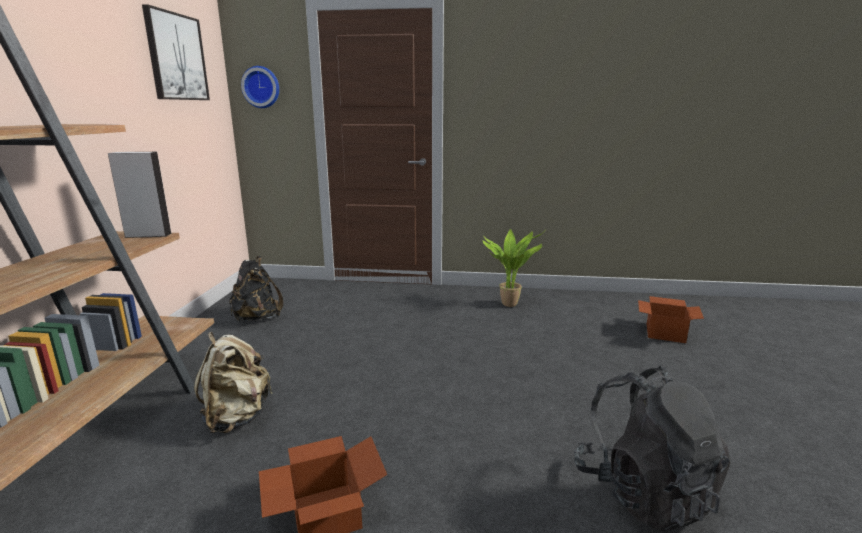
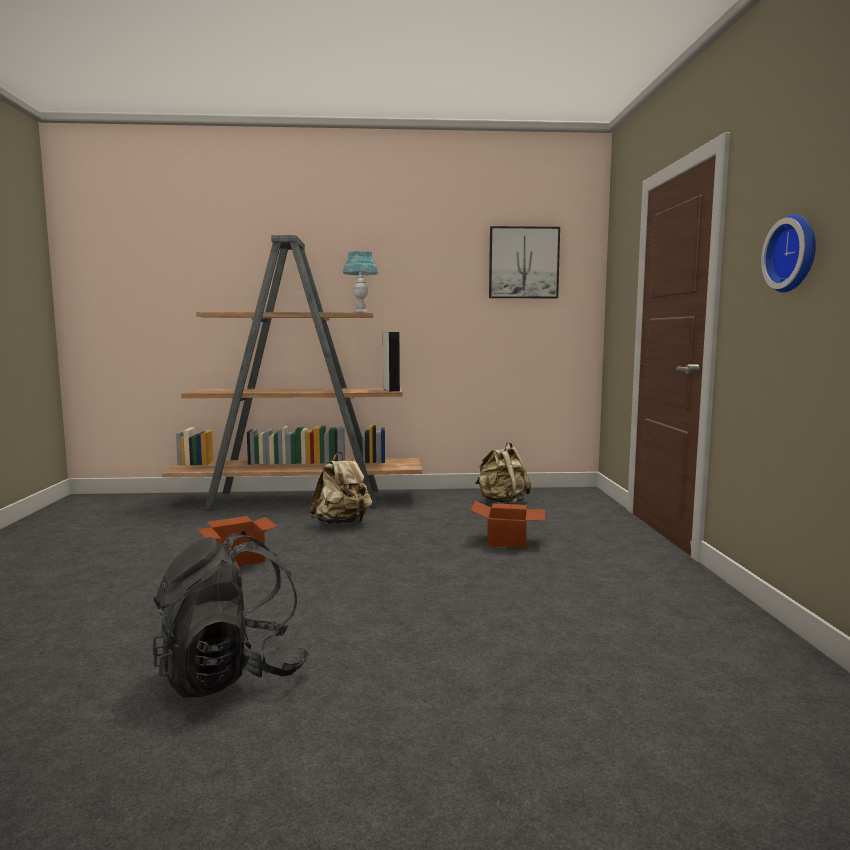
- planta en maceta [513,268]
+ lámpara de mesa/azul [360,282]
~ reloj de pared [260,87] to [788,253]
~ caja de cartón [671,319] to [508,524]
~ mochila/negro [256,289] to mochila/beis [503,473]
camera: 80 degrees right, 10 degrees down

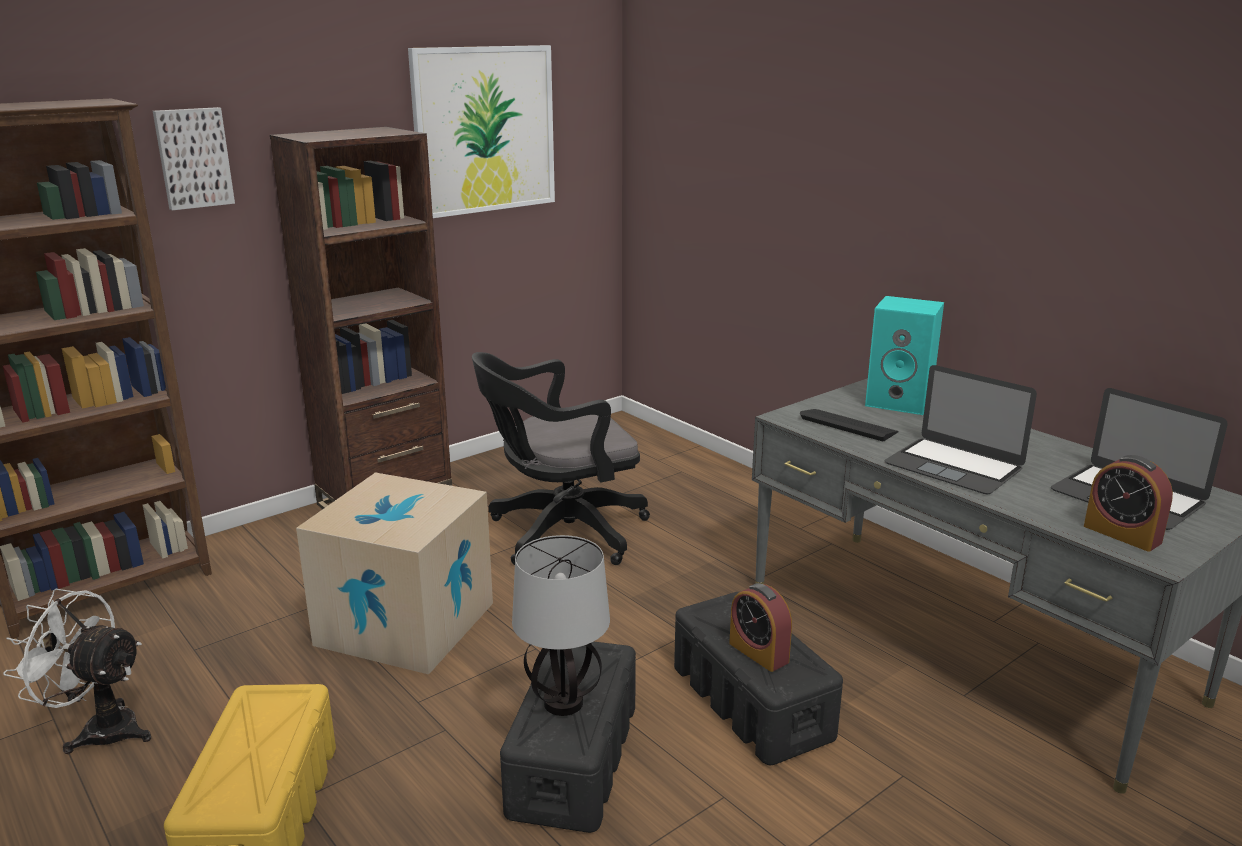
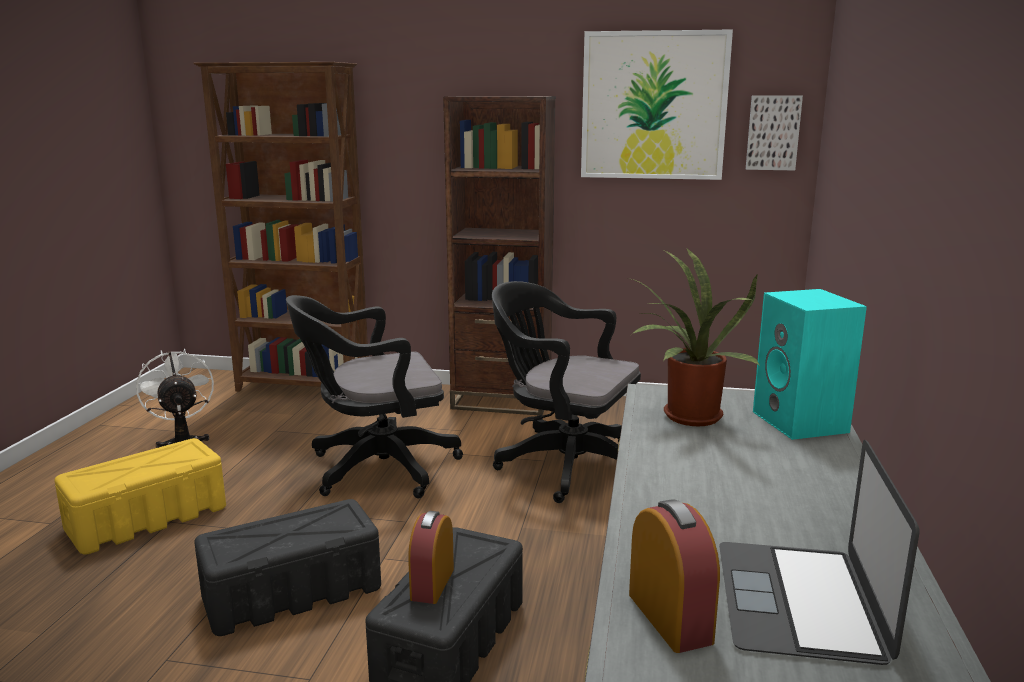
- lámpara de mesa [561,625]
- portátil [961,429]
~ cuadro [194,158] to [774,132]
~ caja de cartón [394,573] to silla de oficina/negro [374,396]
~ teclado [849,425] to planta en maceta [694,337]
~ despertador [1128,503] = [674,576] 150 degrees clockwise
camera: 50 degrees right, 5 degrees down

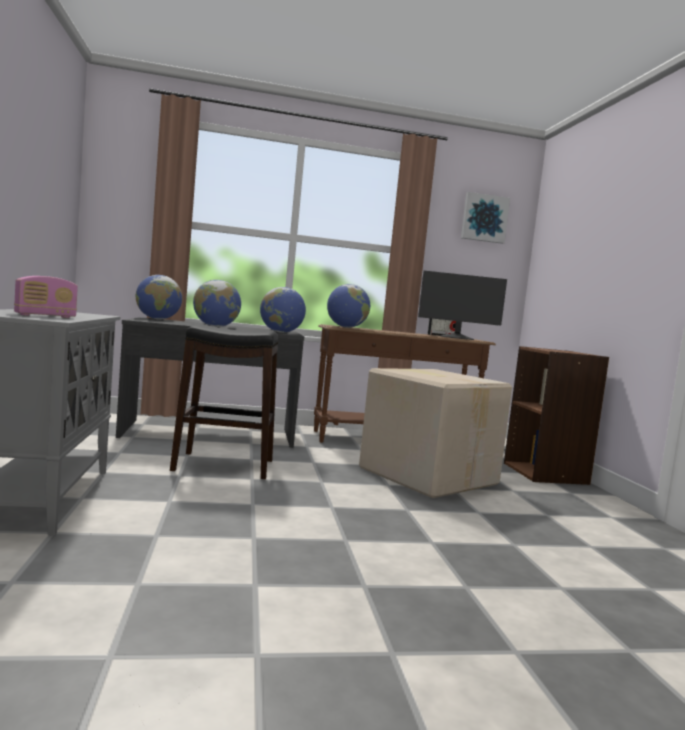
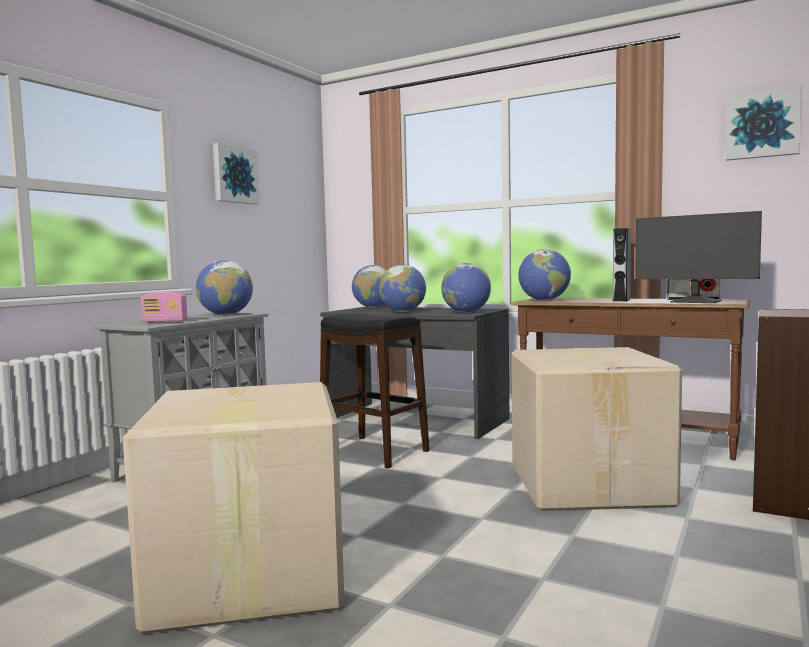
+ caja de cartón [234,508]
+ globo terráqueo [224,287]
+ cuadro [236,173]
+ altavoz/gris [622,264]
camera: 40 degrees right, 0 degrees up

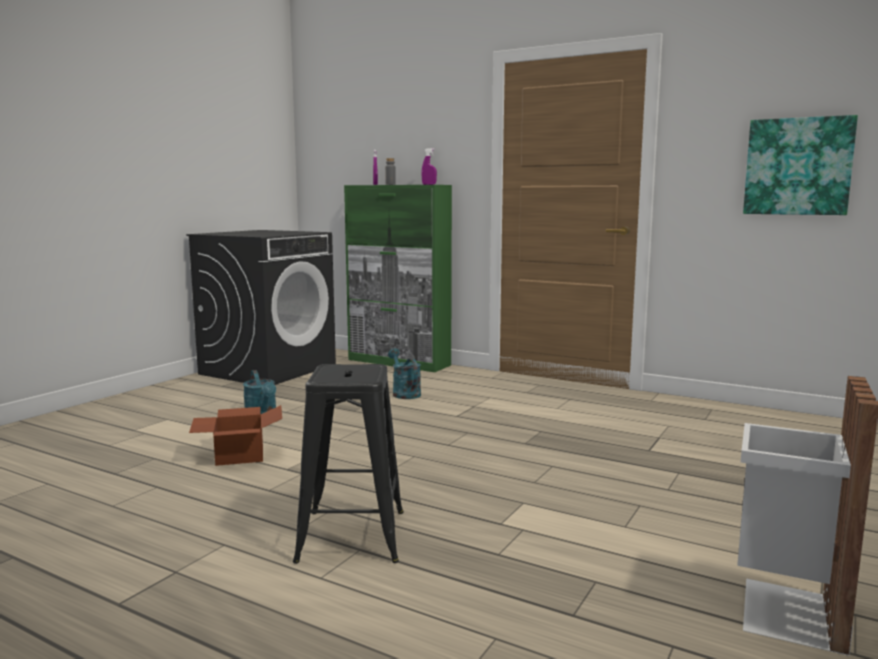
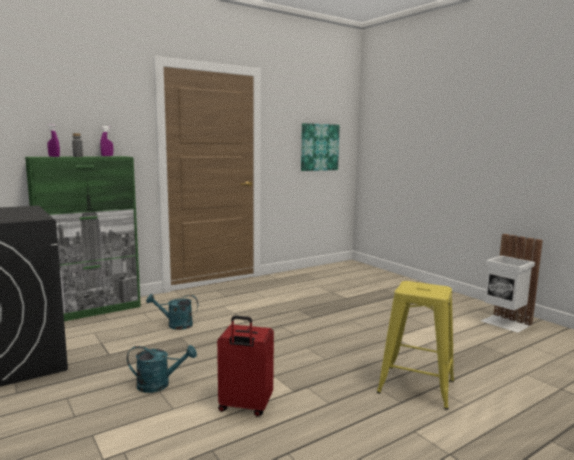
~ caja de cartón [235,435] to maleta/rojo [245,366]
~ taburete/negro [348,464] to taburete/amarillo [415,345]
camera: 65 degrees left, 0 degrees up

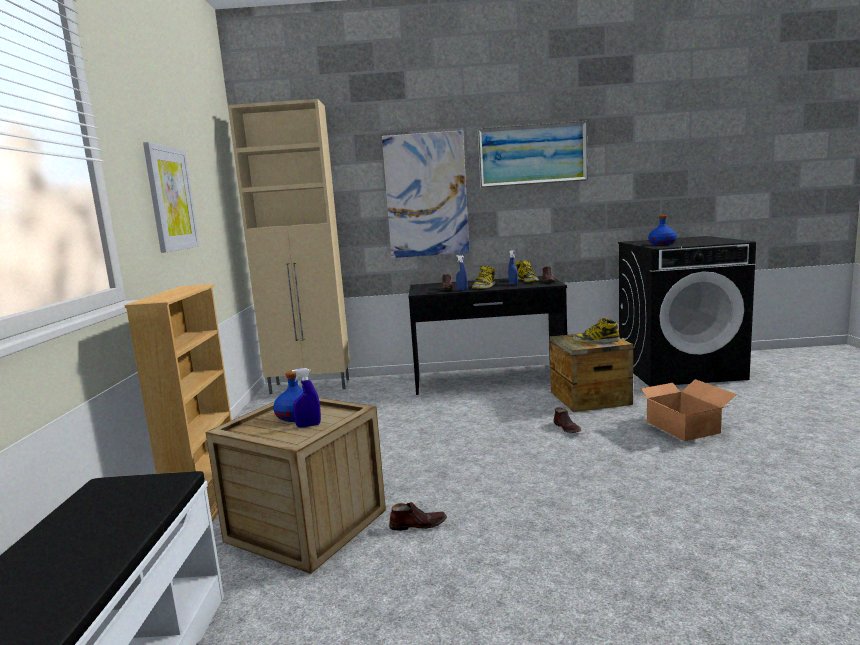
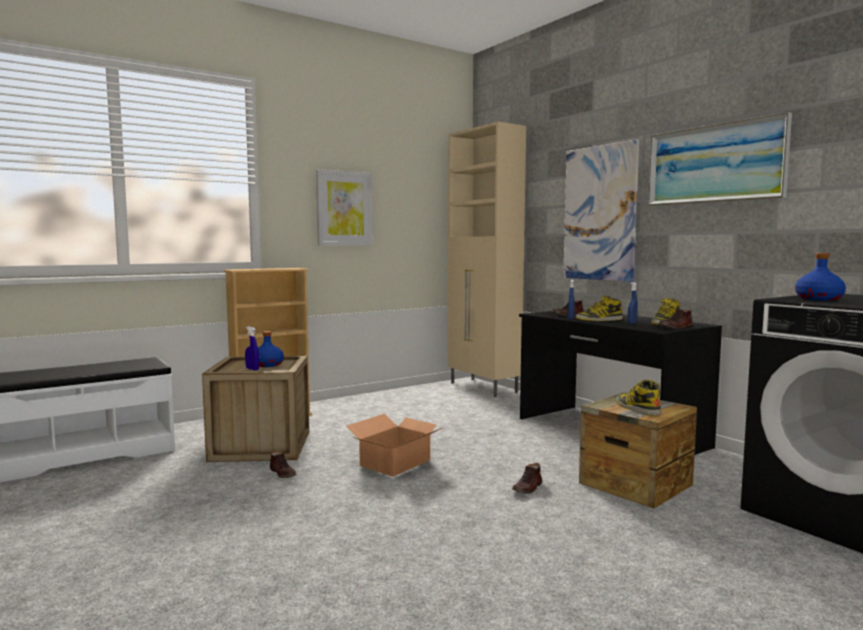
~ caja de cartón [686,410] to [395,445]
camera: 55 degrees right, 5 degrees down

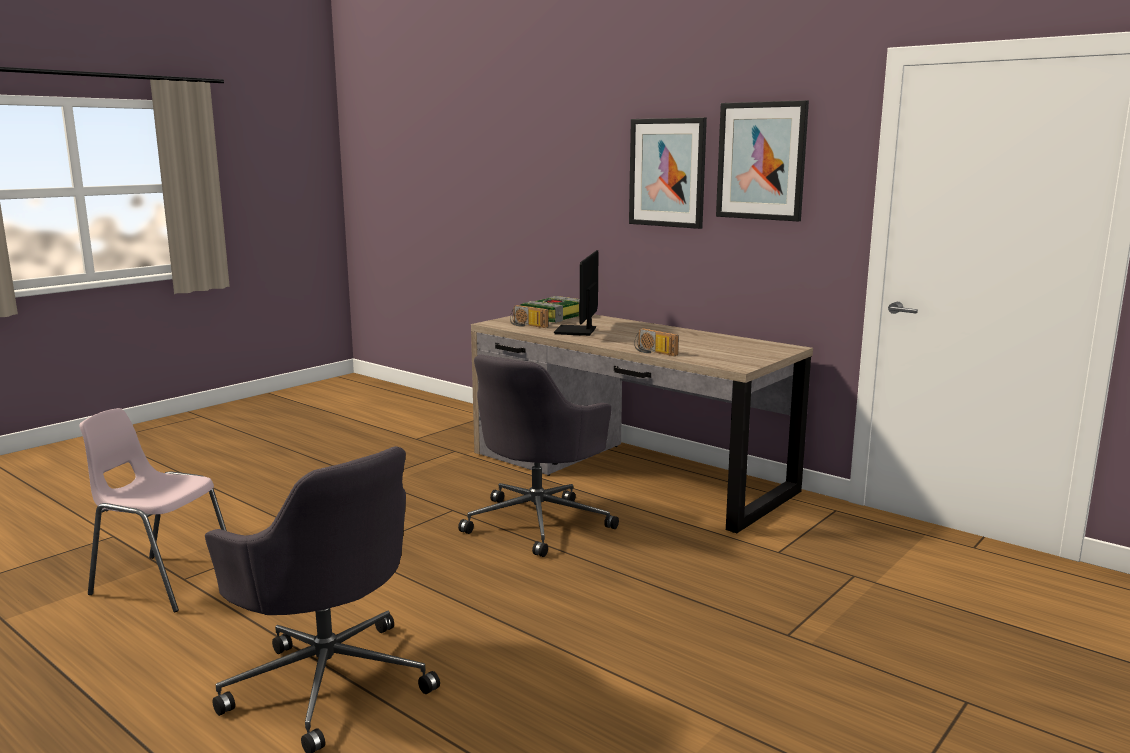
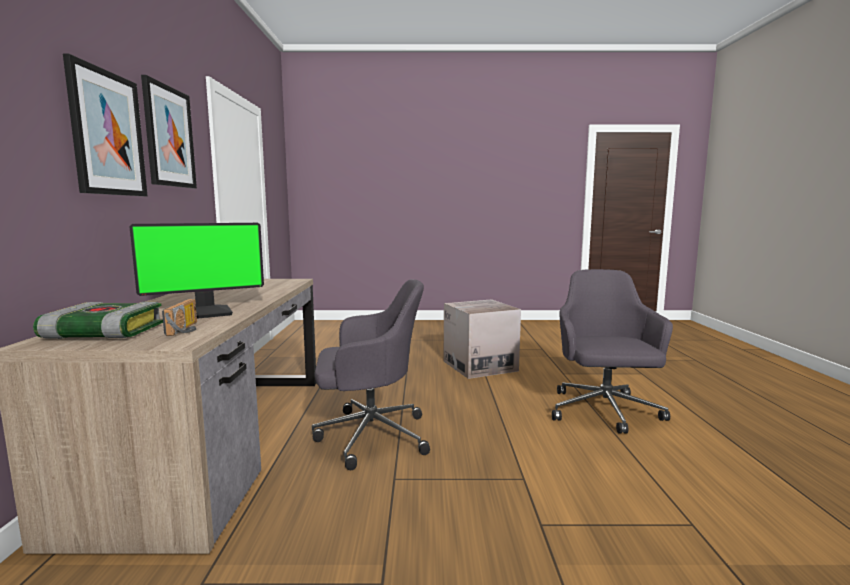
- silla/rosa [153,510]
- radio [656,342]
+ caja de cartón [482,339]
camera: 130 degrees left, 5 degrees down

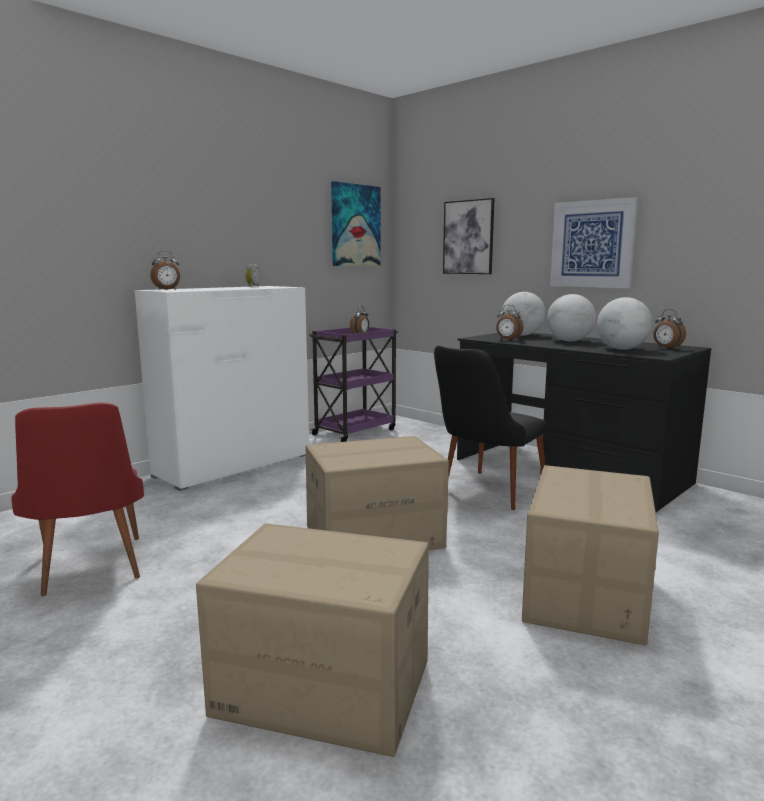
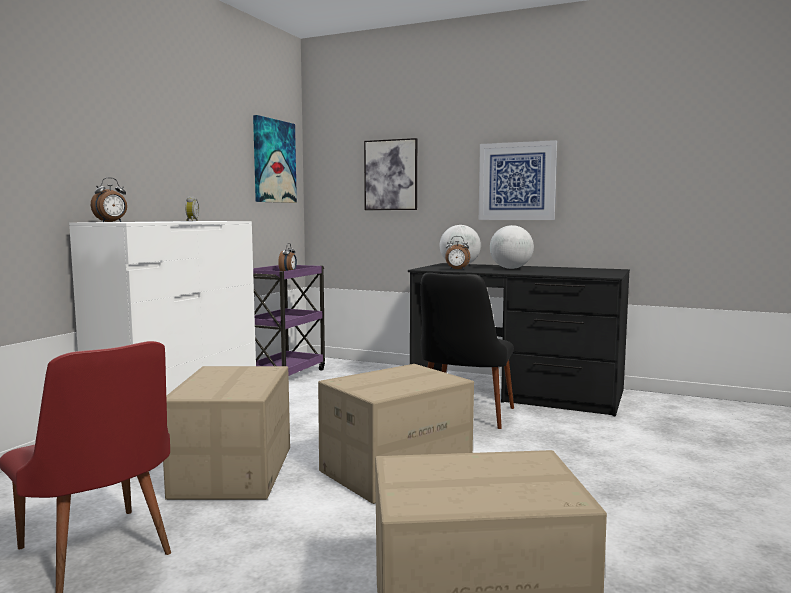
- globo terráqueo [624,323]
- despertador [669,329]
~ caja de cartón [590,555] to [226,433]
camera: 20 degrees left, 5 degrees down

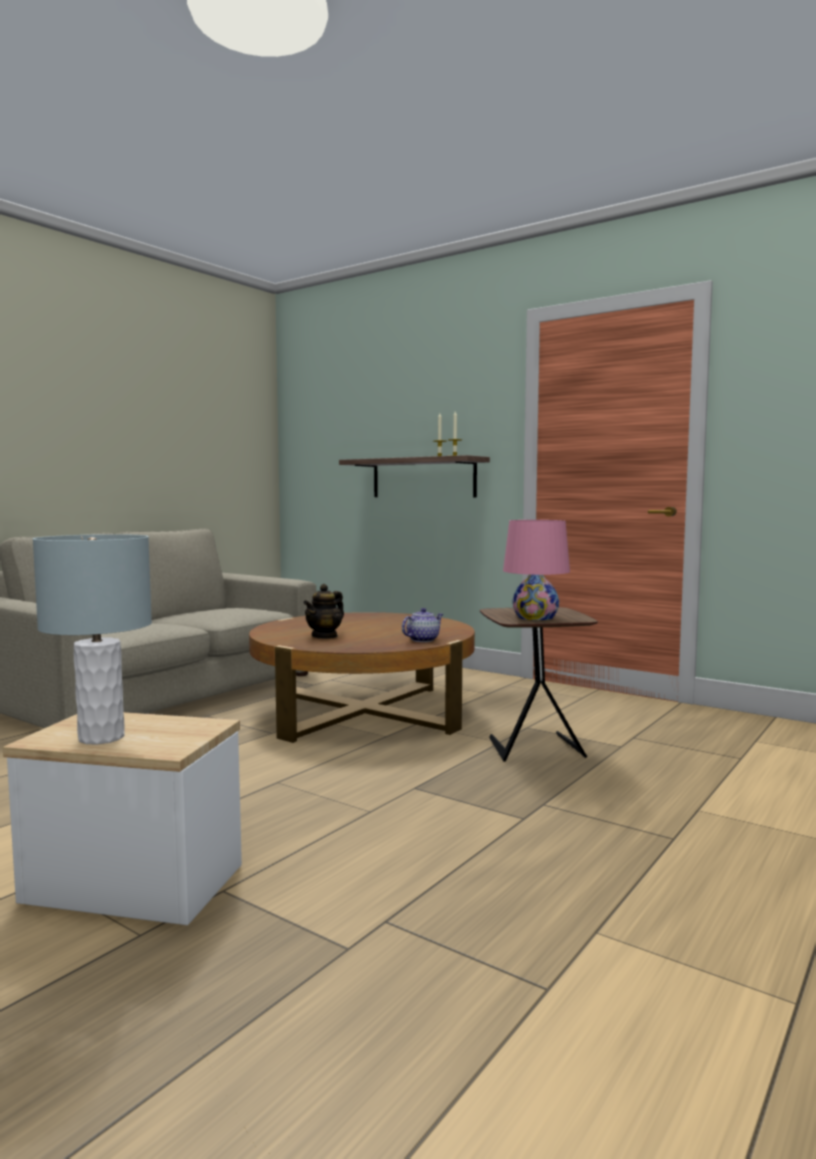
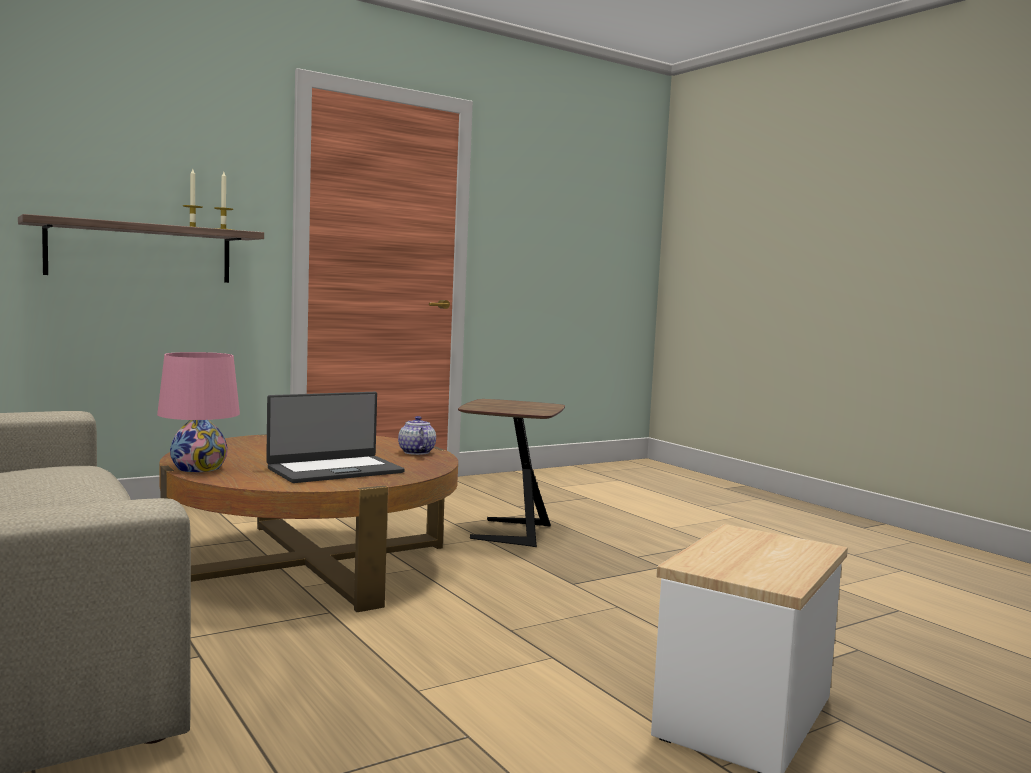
- lámpara de mesa/gris [92,639]
~ lámpara de mesa/rosa [536,570] to [198,412]
~ tetera [323,611] to portátil [335,437]
camera: 70 degrees left, 0 degrees up

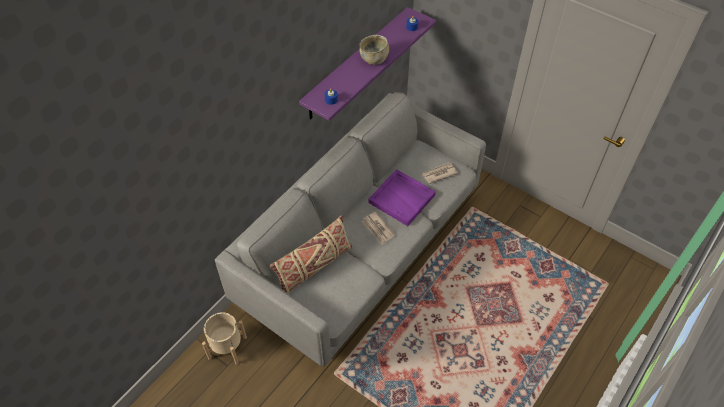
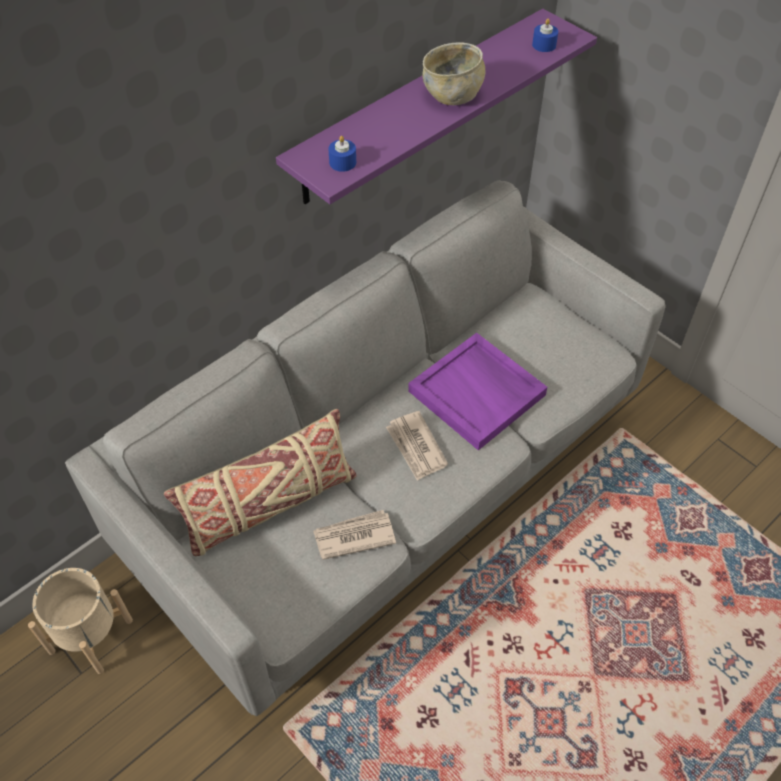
~ periódico [439,173] to [354,535]
camera: 10 degrees right, 0 degrees up

